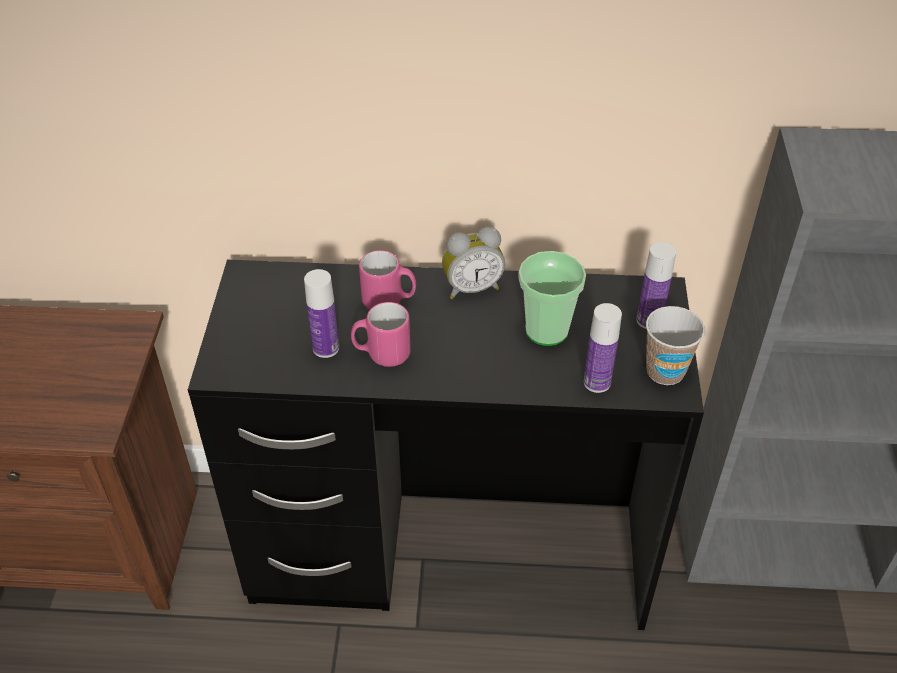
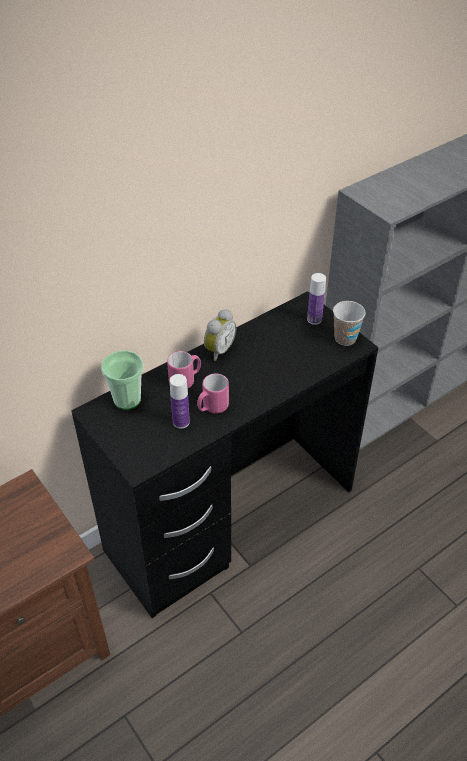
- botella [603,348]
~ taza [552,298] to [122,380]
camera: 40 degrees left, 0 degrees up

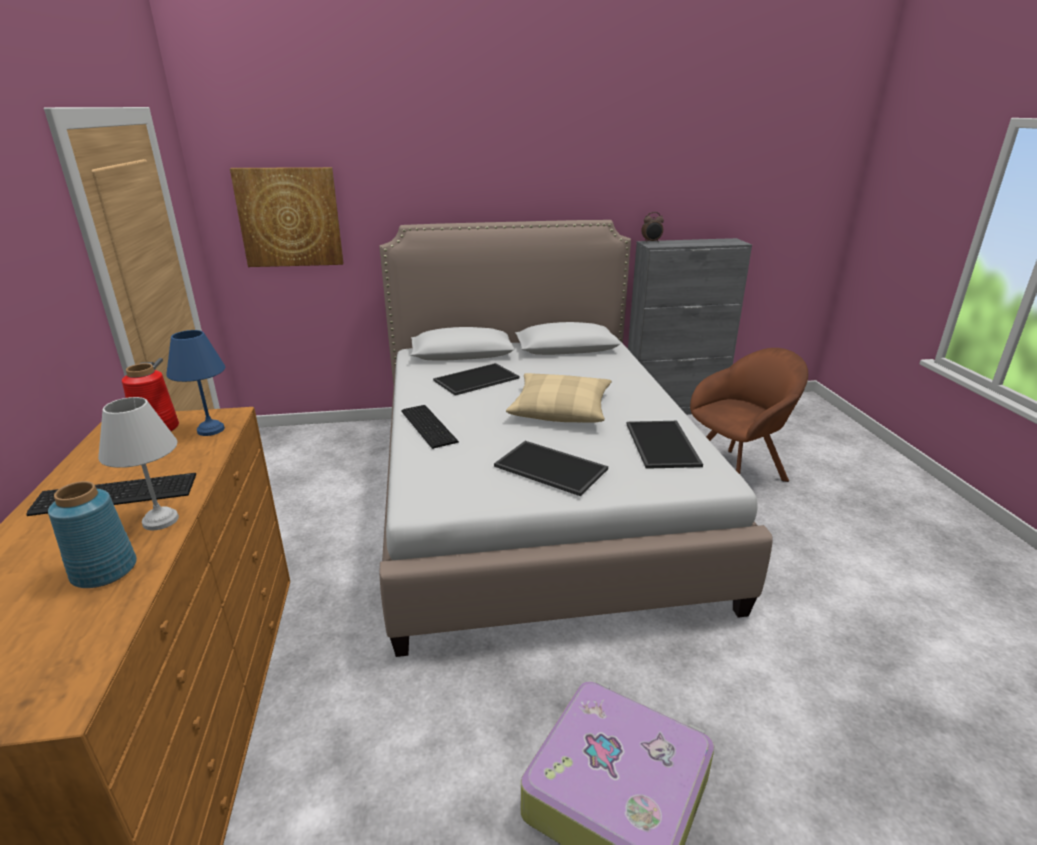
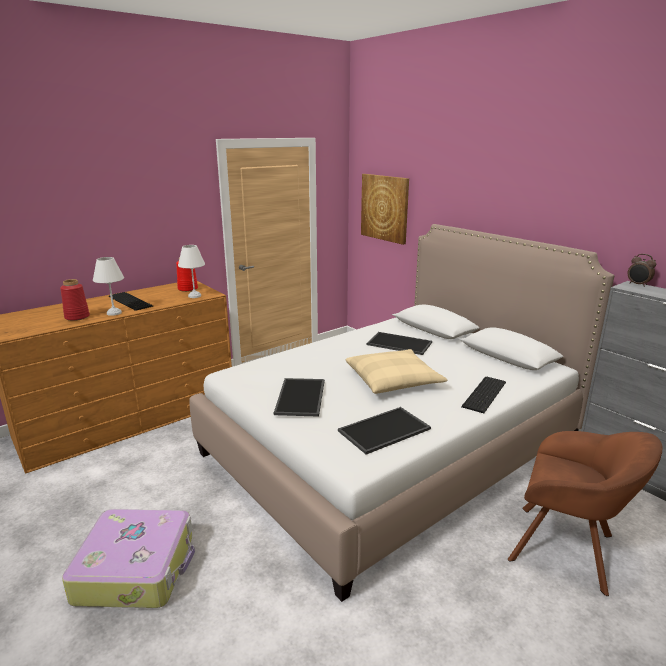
~ teclado [430,427] to [483,395]
~ florero/azul [92,534] to florero/rojo [75,300]
~ lámpara de mesa/azul [195,383] to lámpara de mesa/blanco [191,271]
camera: 60 degrees right, 5 degrees down

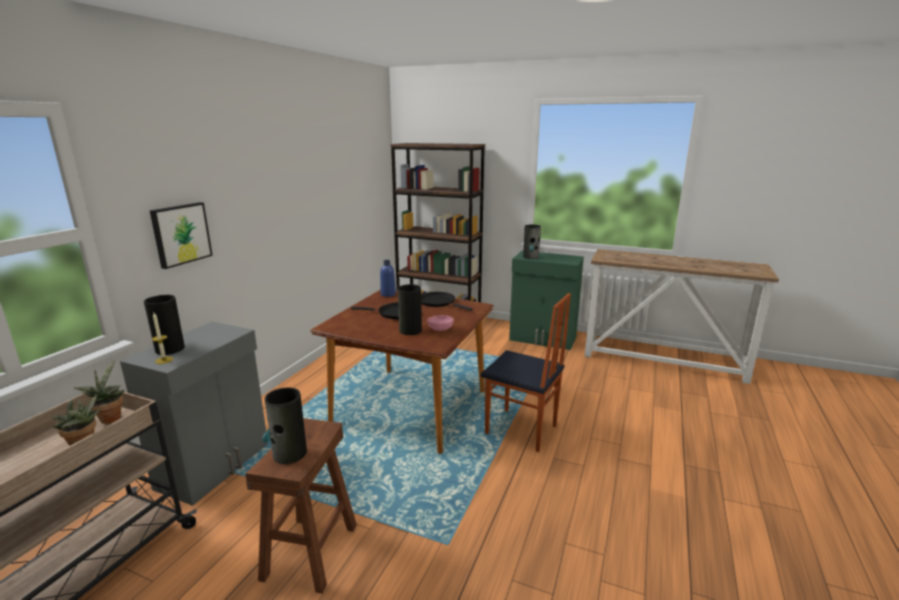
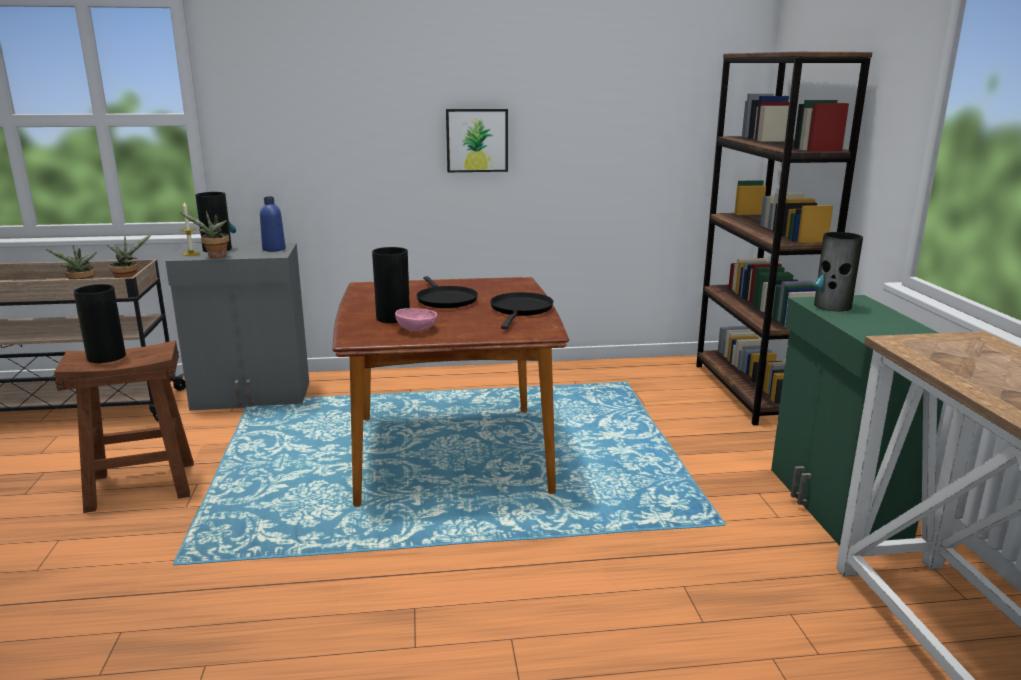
- silla [526,372]
+ planta en maceta [205,235]
~ cuadro [181,235] to [477,140]
~ botella/azul [388,278] to [272,224]
camera: 60 degrees right, 0 degrees up

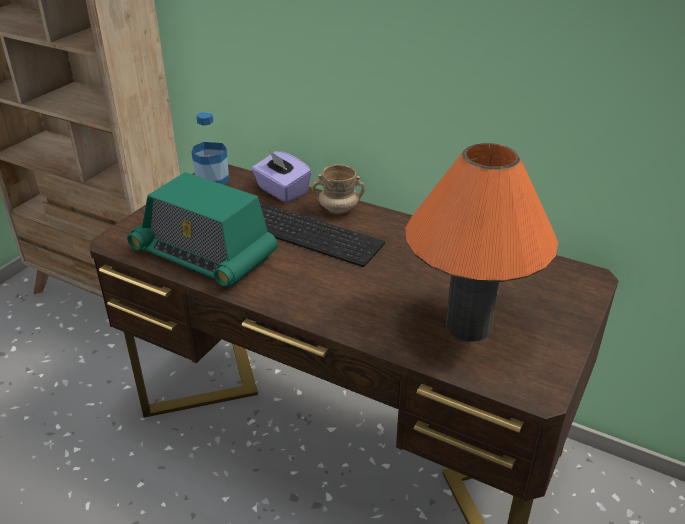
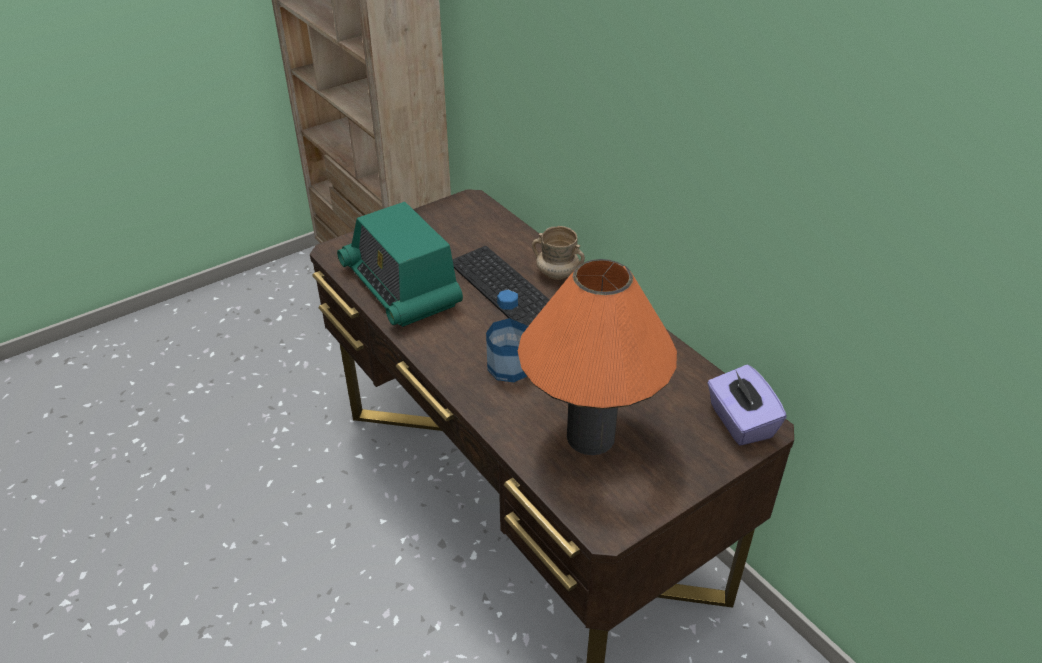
~ botella [210,148] to [507,336]
~ caja de pañuelos/morado [282,177] to [747,405]
camera: 25 degrees right, 5 degrees up

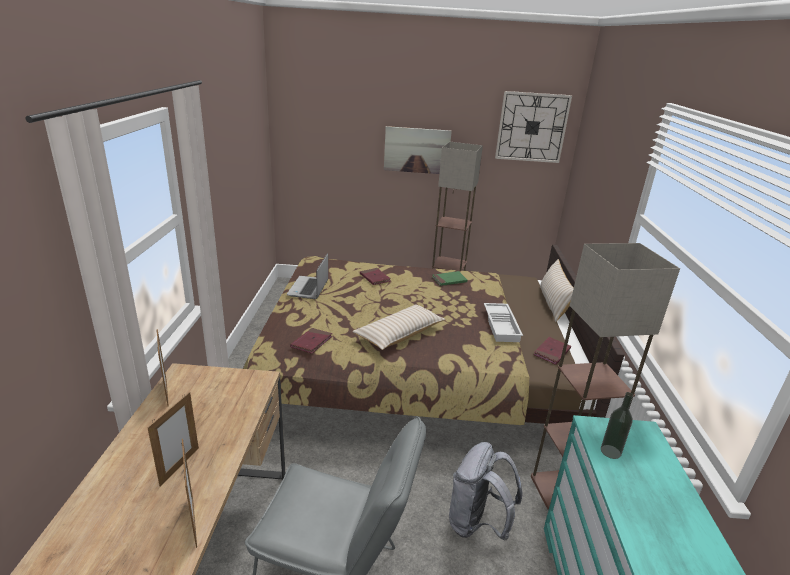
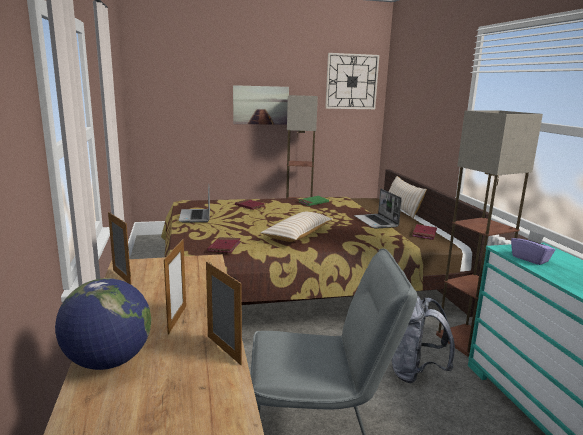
+ globo terráqueo [103,324]
~ bandeja/blanco [503,322] to portátil [378,209]
~ botella [617,425] to caja de pañuelos/morado [533,248]
camera: 15 degrees left, 10 degrees down

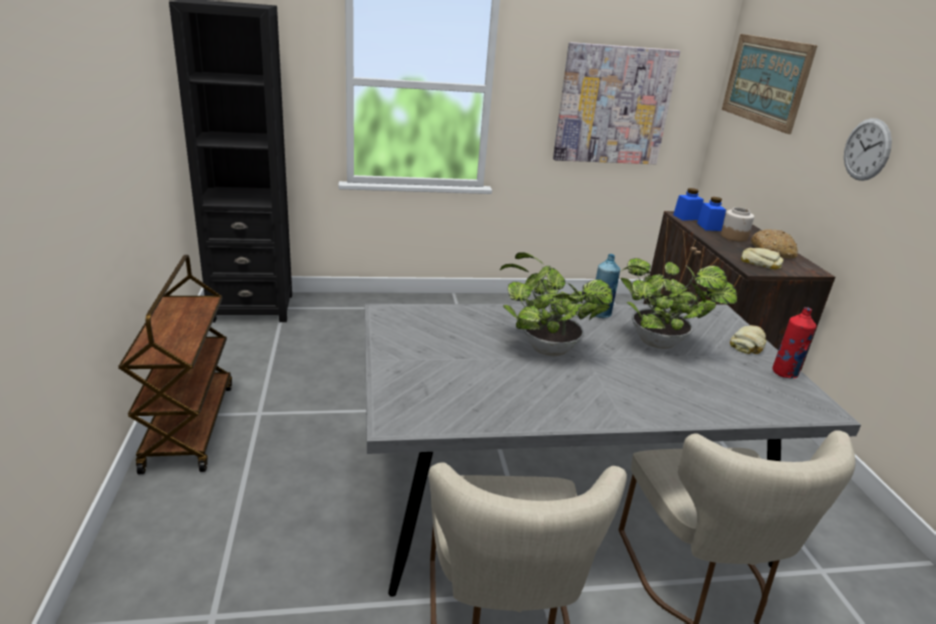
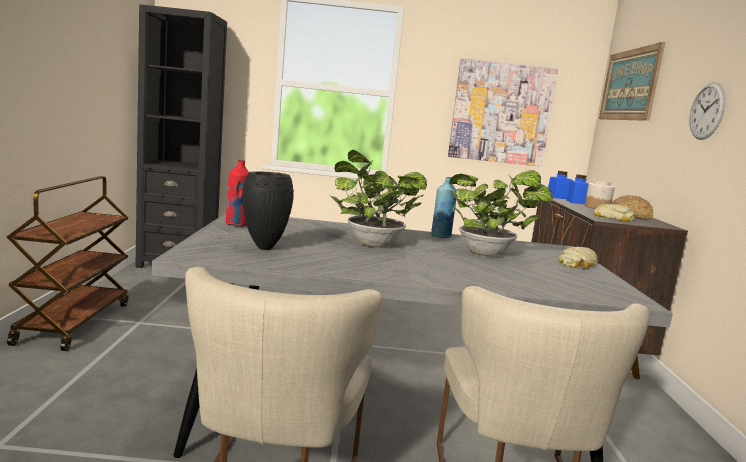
+ florero/negro [268,210]
~ botella/rojo [794,342] to [237,193]
camera: 10 degrees right, 15 degrees down

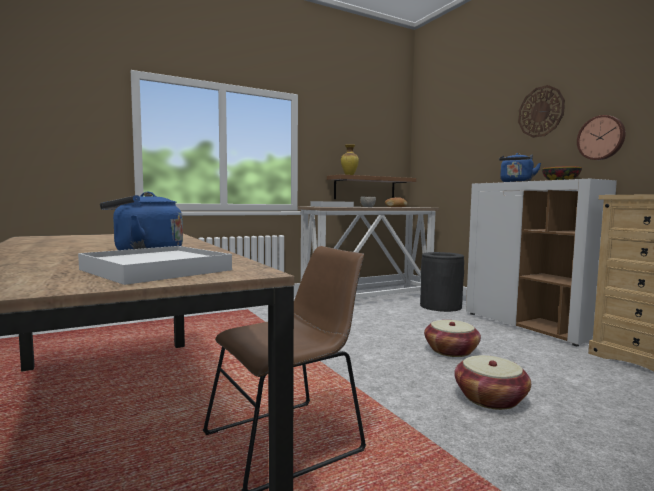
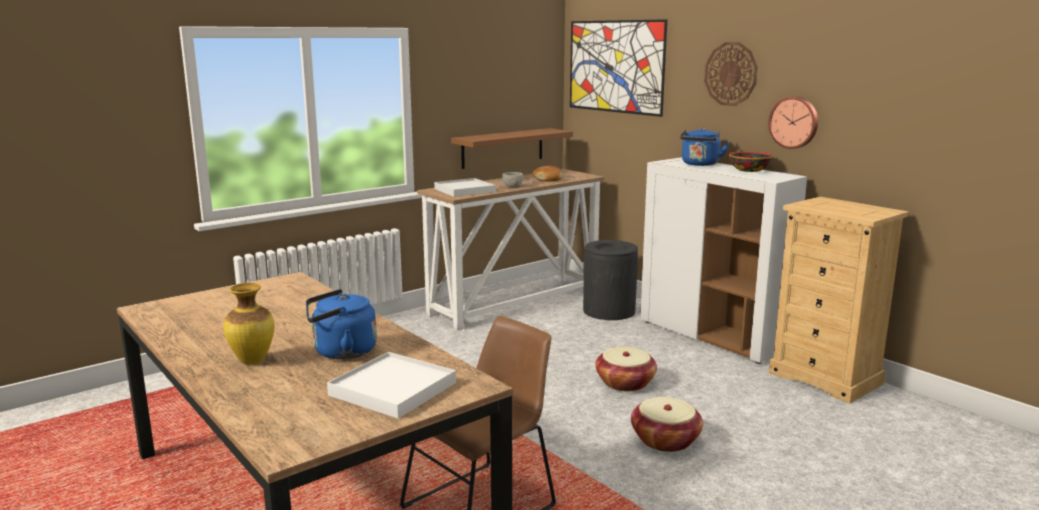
+ cuadro [618,68]
~ florero [350,159] to [249,324]
camera: 10 degrees left, 10 degrees up

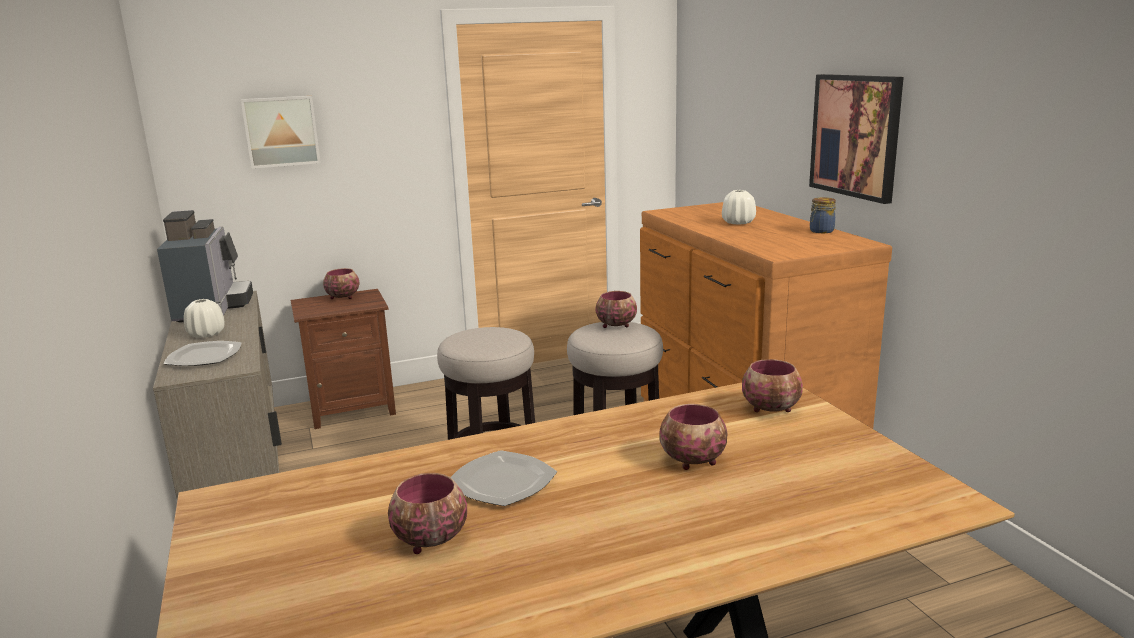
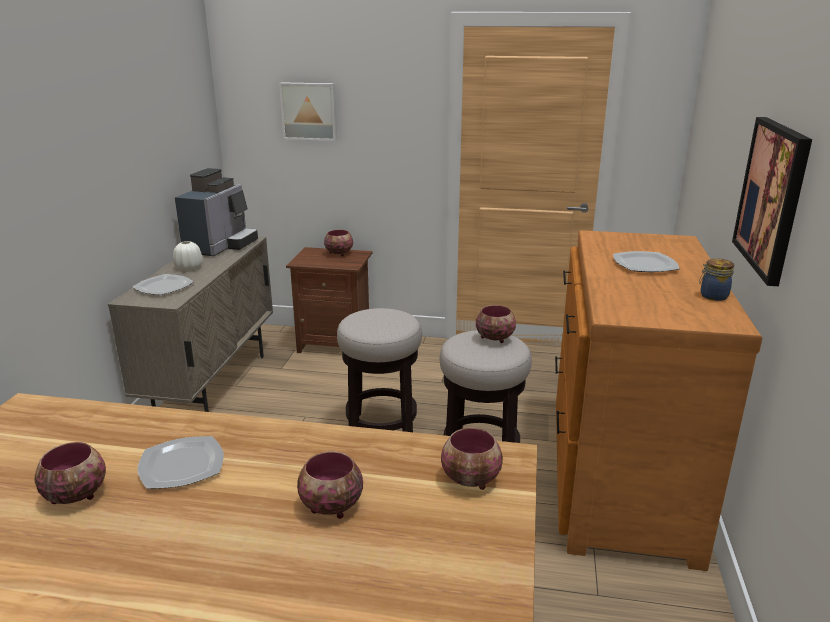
~ florero/blanco [739,207] to plato [646,261]
camera: 30 degrees right, 5 degrees up

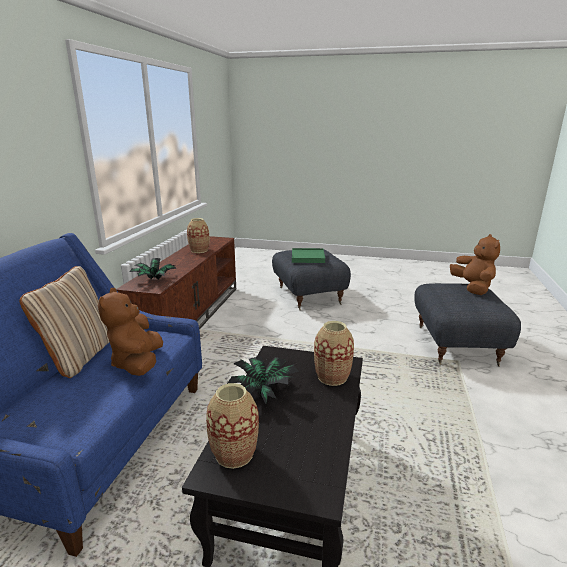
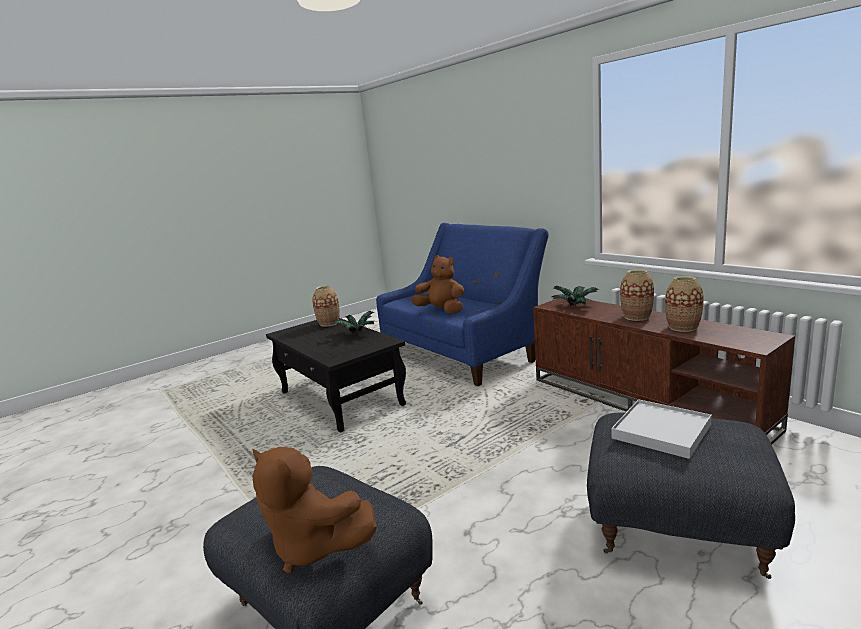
- cojín/beis [64,322]
~ florero [334,353] to [637,295]
~ bandeja/verde [308,255] to bandeja/blanco [661,429]
camera: 130 degrees right, 5 degrees down

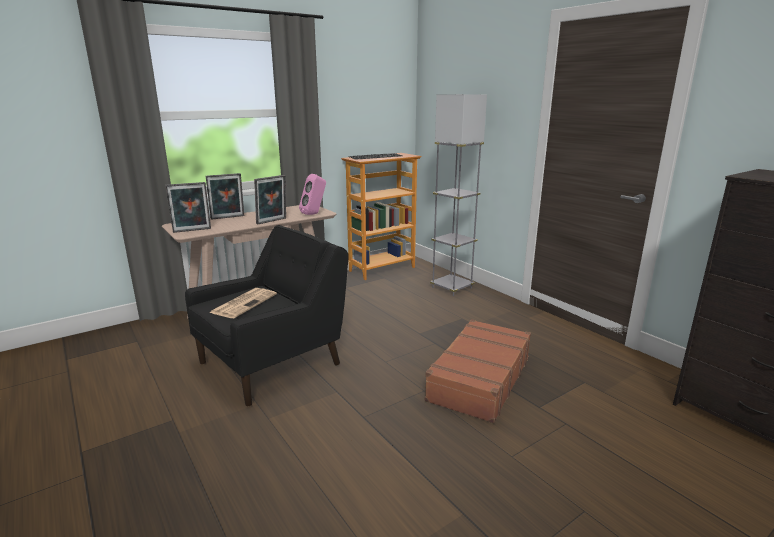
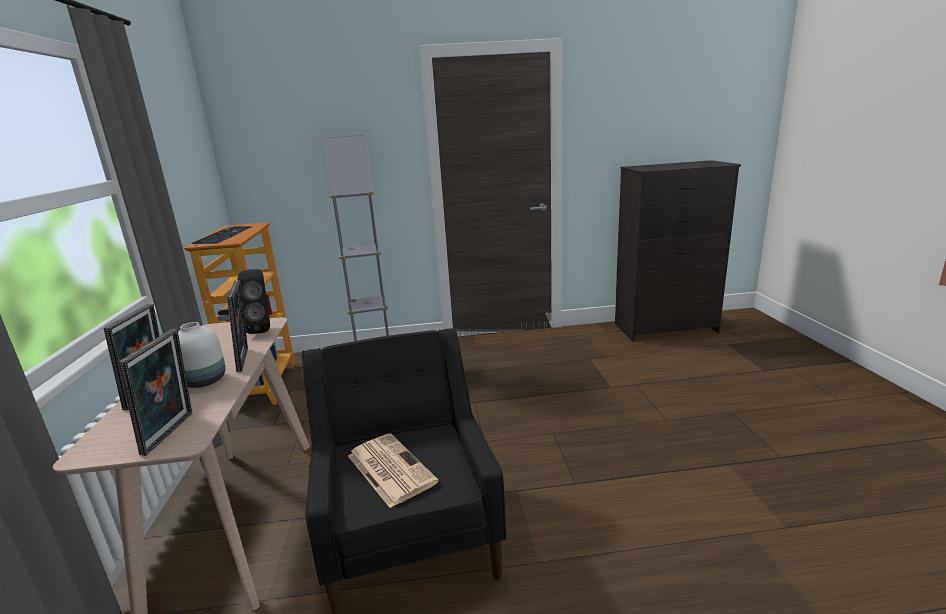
- maleta/marrón [477,371]
+ florero/blanco [201,355]
~ altavoz/rosa [312,194] to altavoz/negro [253,301]
camera: 60 degrees left, 0 degrees up

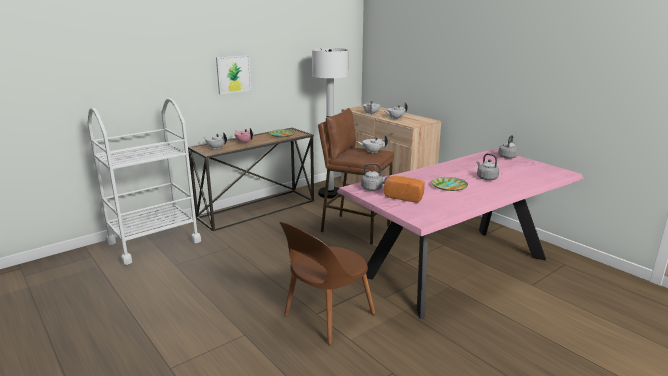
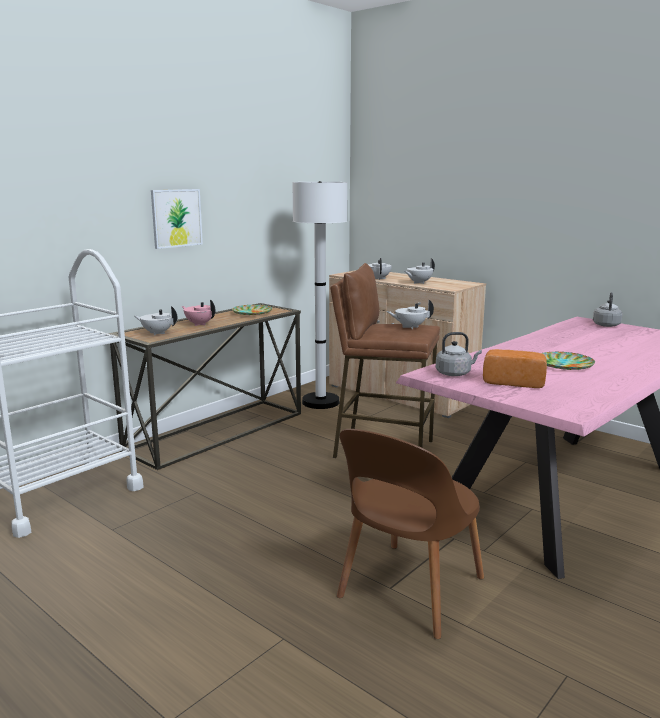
- hervidor/gris [487,166]
camera: 10 degrees left, 5 degrees down

